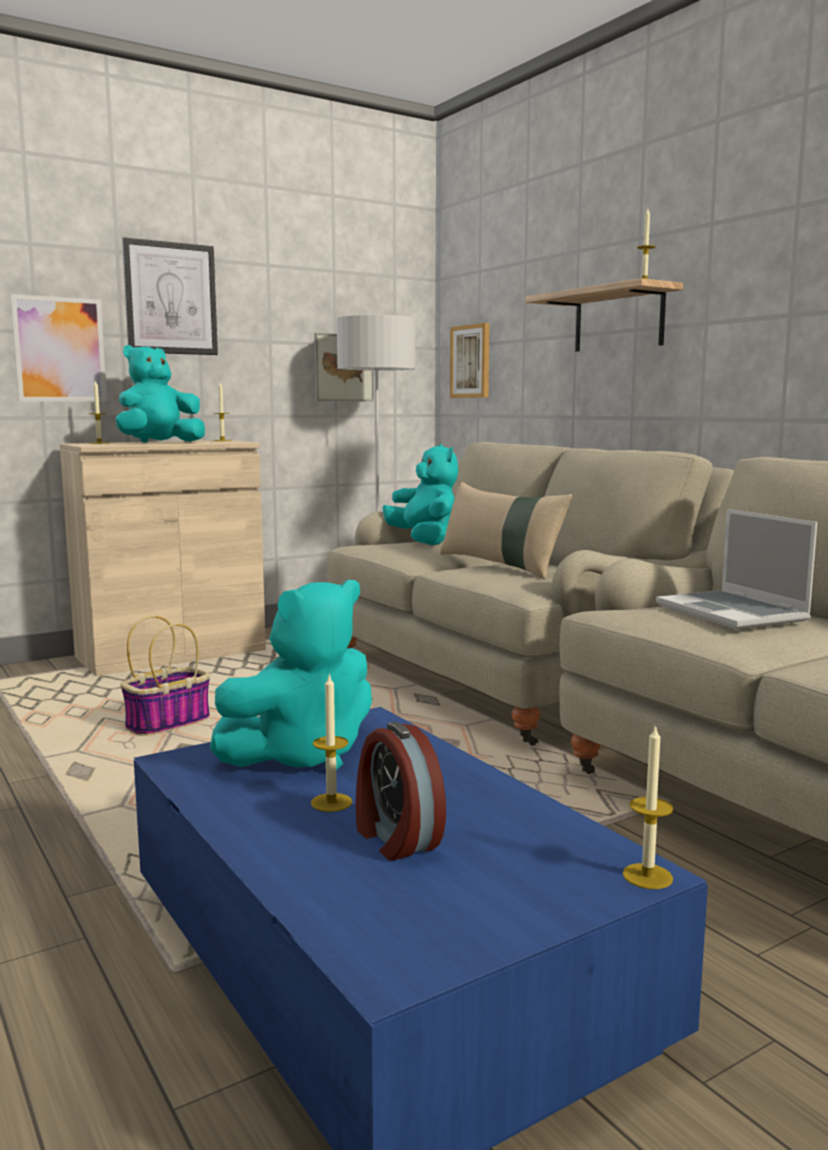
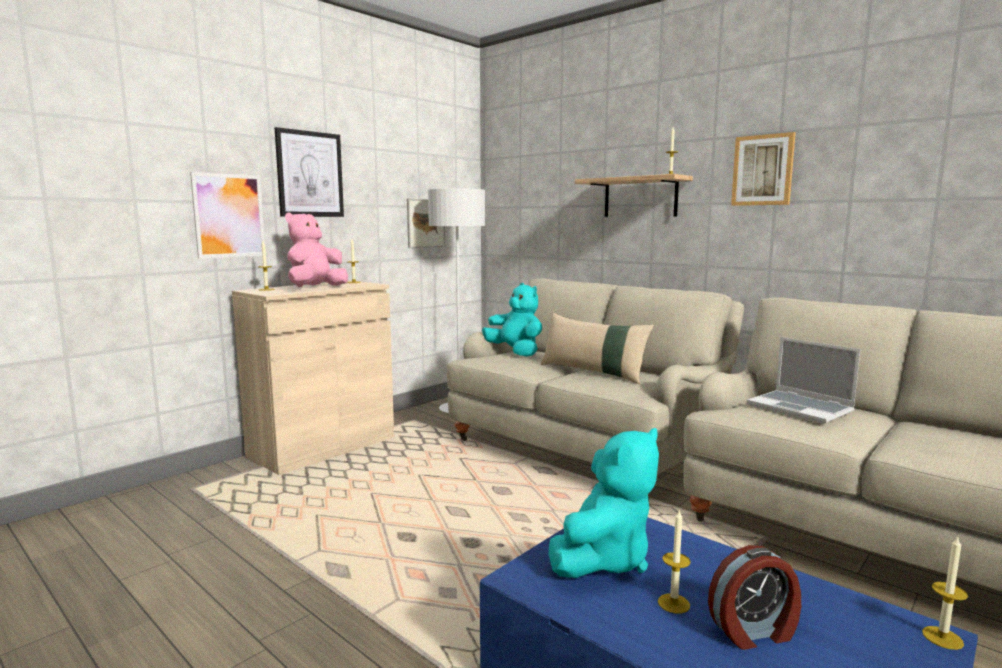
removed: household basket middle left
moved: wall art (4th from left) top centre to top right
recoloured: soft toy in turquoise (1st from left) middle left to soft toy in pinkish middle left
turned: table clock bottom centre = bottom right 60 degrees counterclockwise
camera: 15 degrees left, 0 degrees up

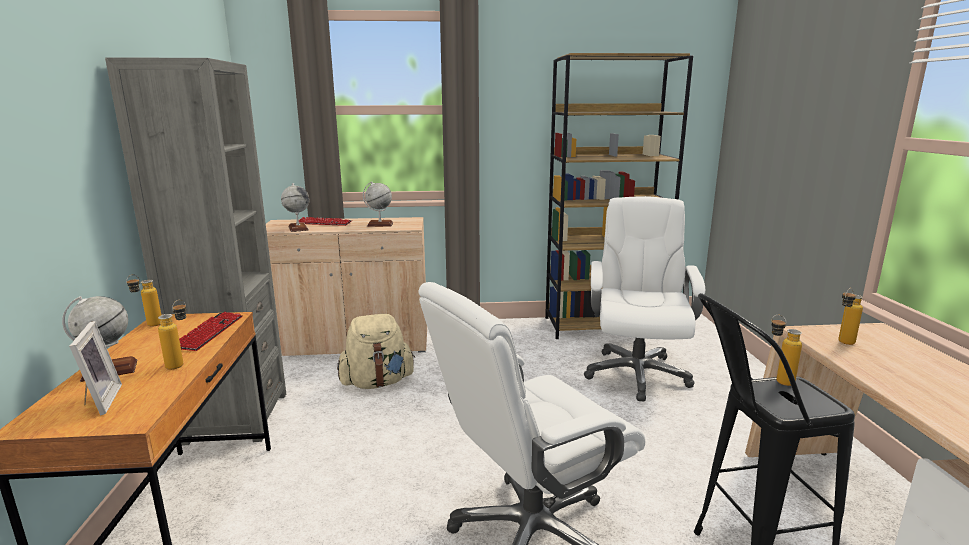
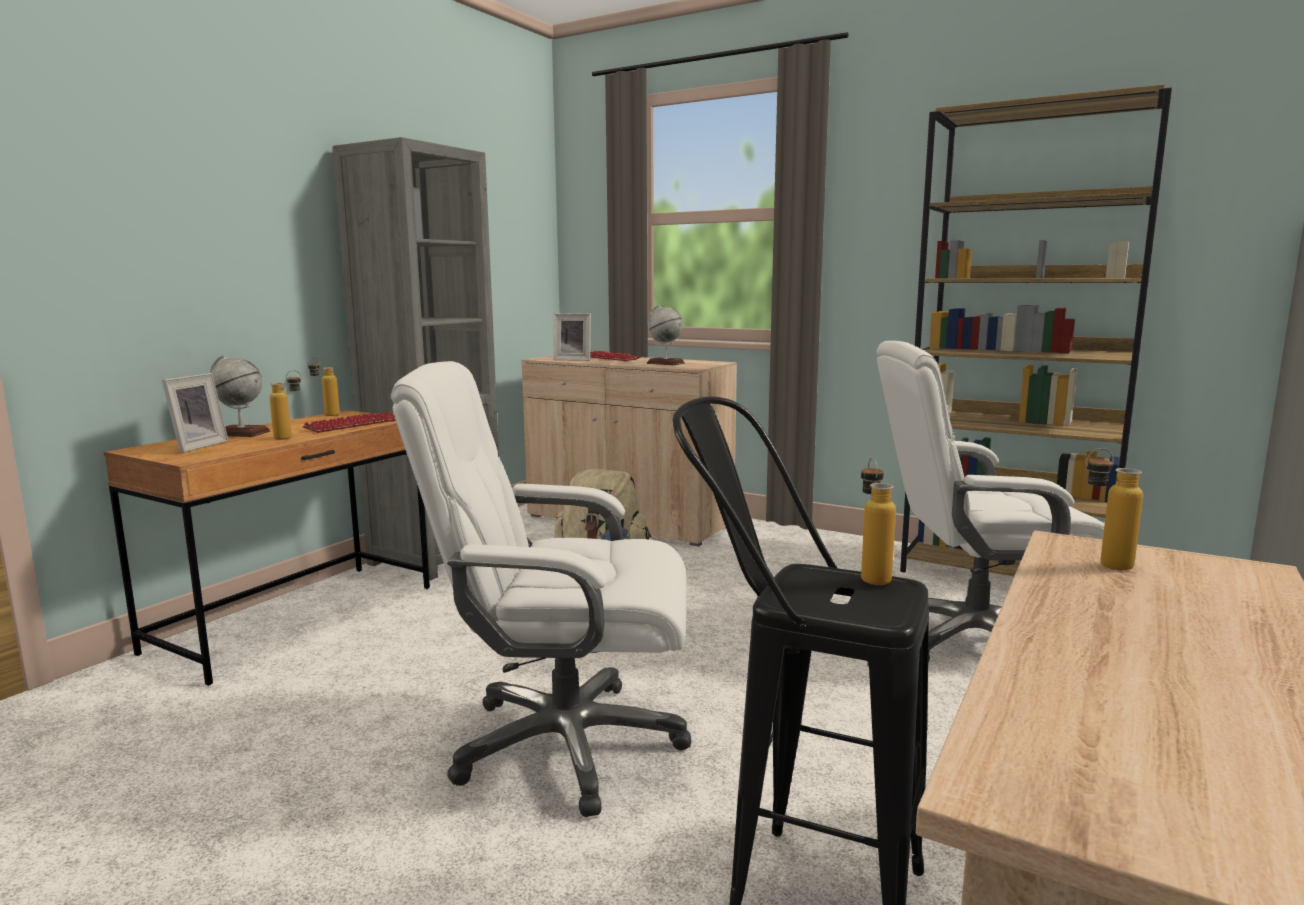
replaced: desk globe (2nd from left) middle left to standing frame (2nd from left) centre
turned: office chair in white (2nd from left) centre = middle right 135 degrees counterclockwise
camera: 35 degrees right, 5 degrees down

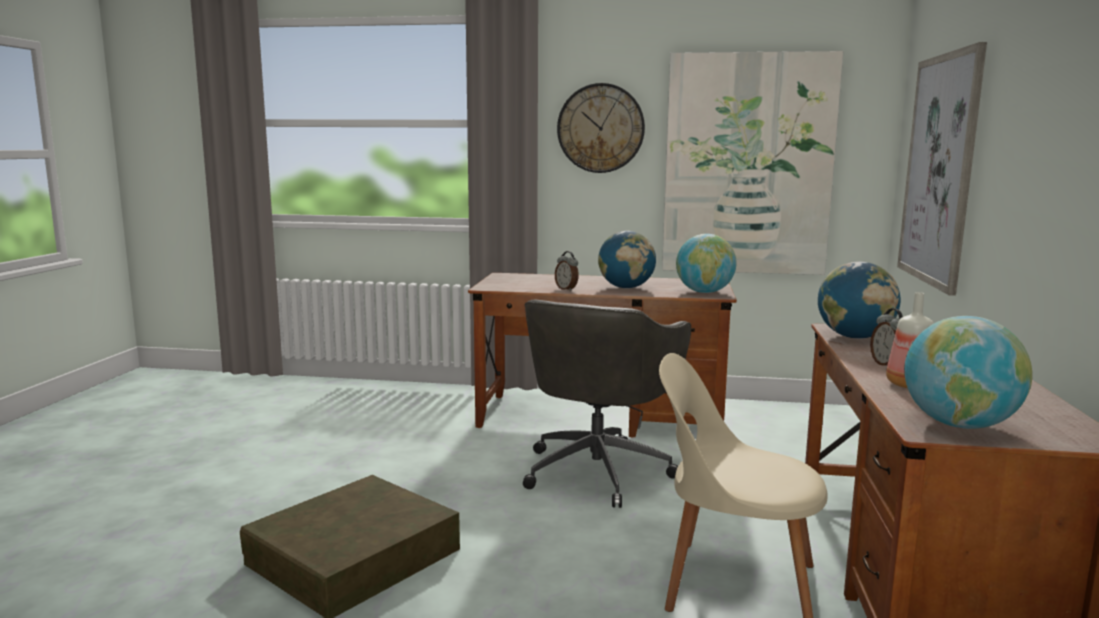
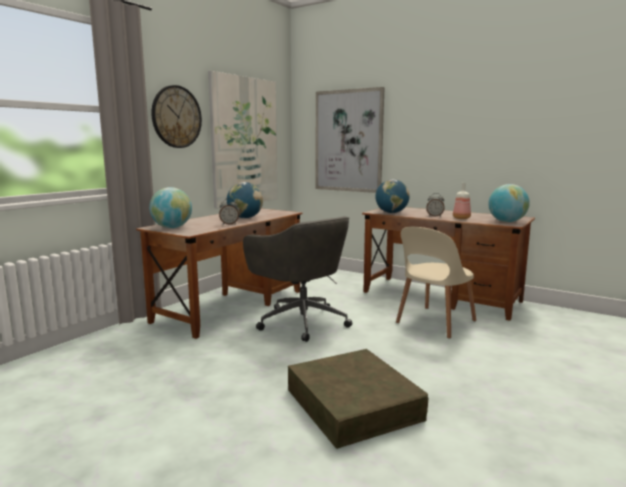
moved: desk globe (2nd from left in the first image) centre to desk globe (1st from left) middle left
camera: 65 degrees left, 0 degrees up

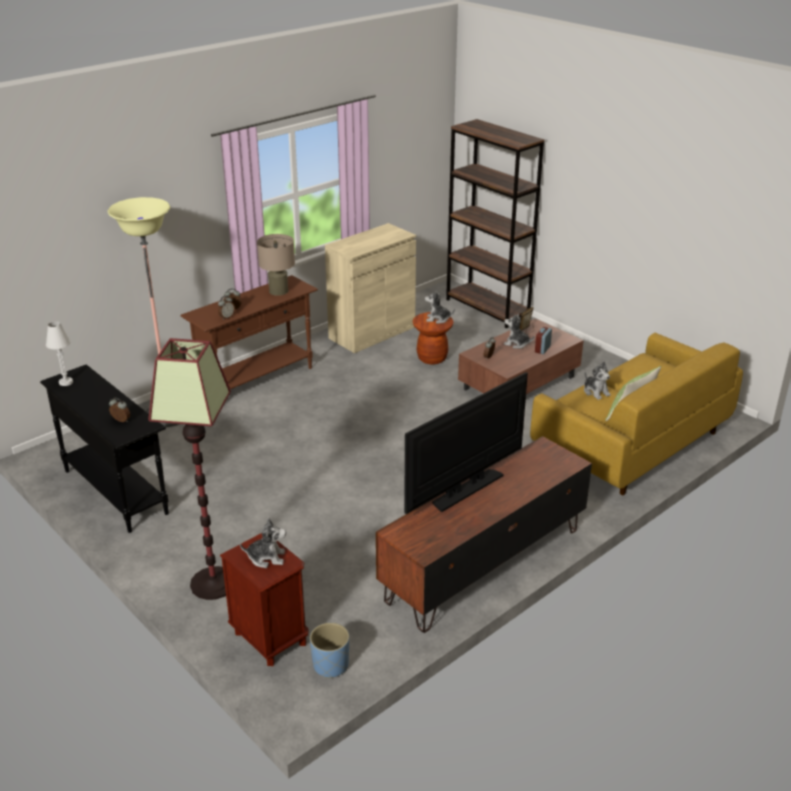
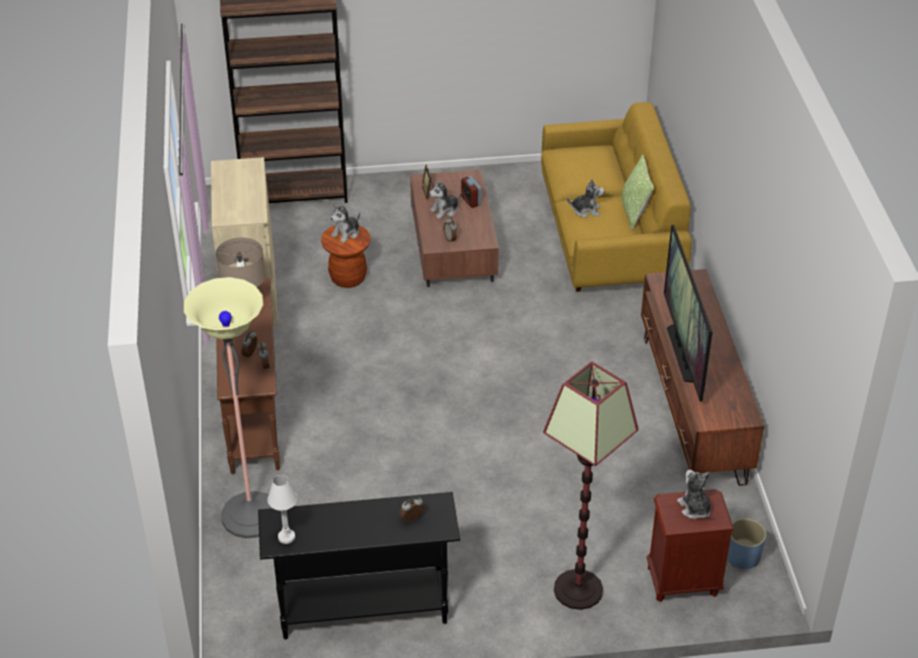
turned: soft toy (1st from left in the first image) bottom left = bottom right 60 degrees counterclockwise
camera: 55 degrees left, 10 degrees up

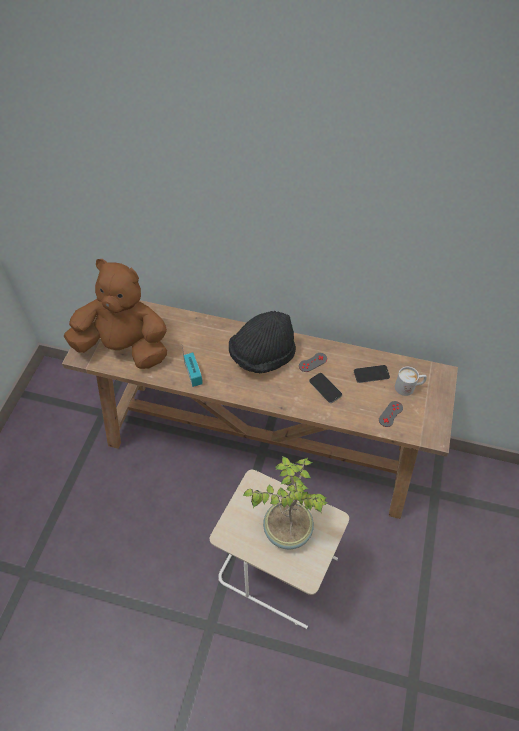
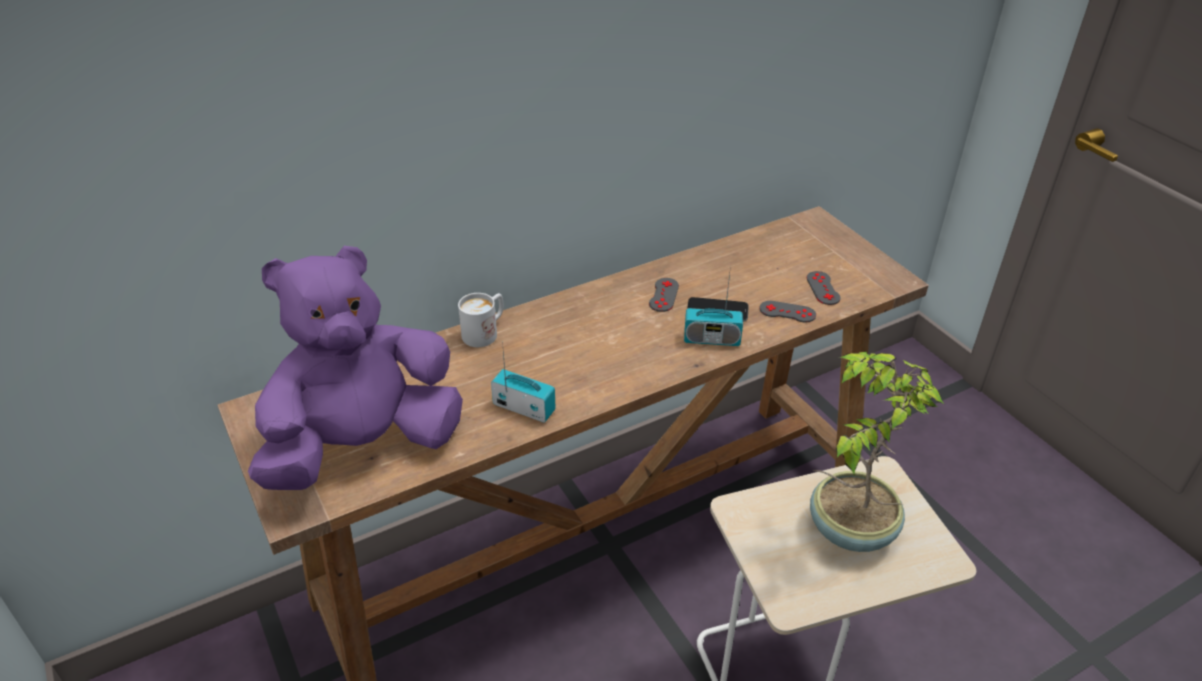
removed: wearable hat in blackish centre; phone (2nd from left) middle right
added: radio (2nd from left) centre; gamepad in grey (2nd from left) centre
moved: mug in white middle right to centre
recoloured: soft toy in brown-coloured middle left to soft toy in purple-coloured middle left
camera: 45 degrees left, 15 degrees down

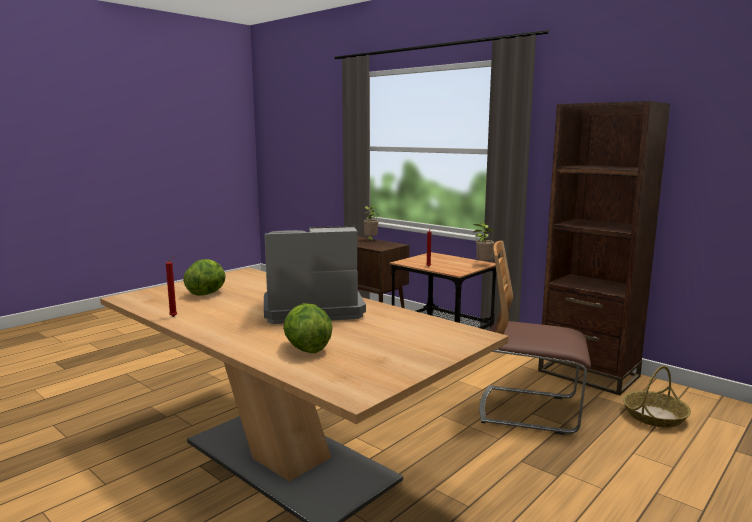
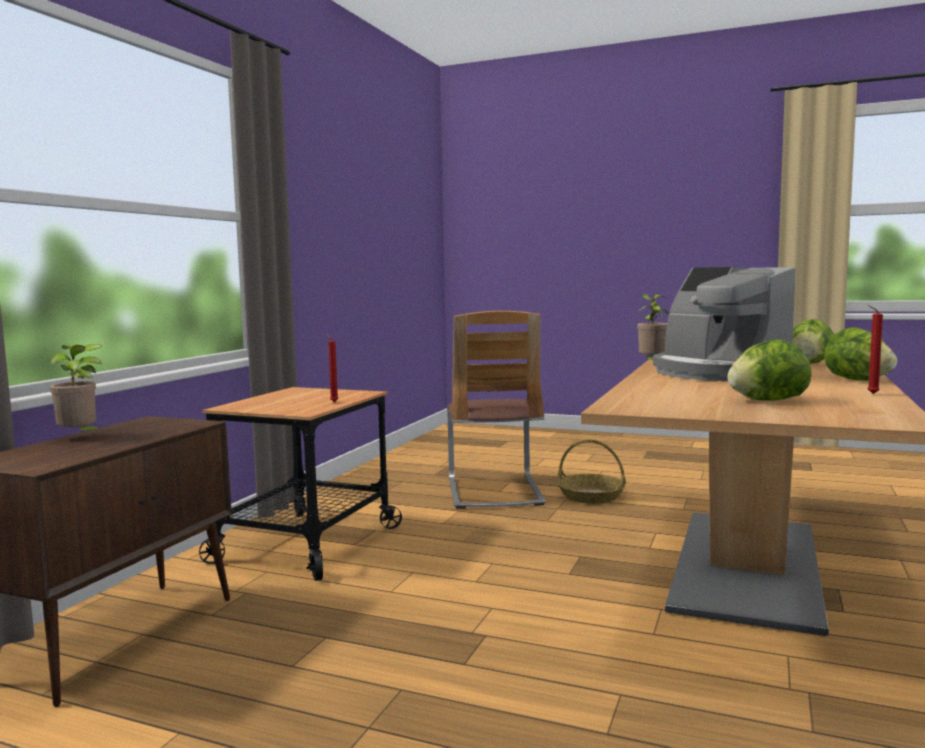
removed: bookshelf in brown-coloured middle right
added: lettuce (3rd from left) middle right
moved: potted plant (2nd from left) centre to middle right; household basket bottom right to centre
camera: 110 degrees left, 5 degrees down

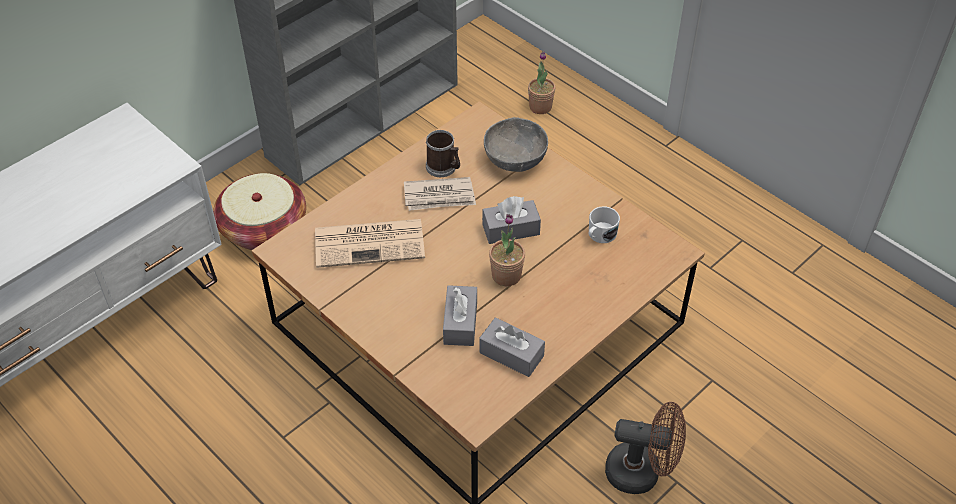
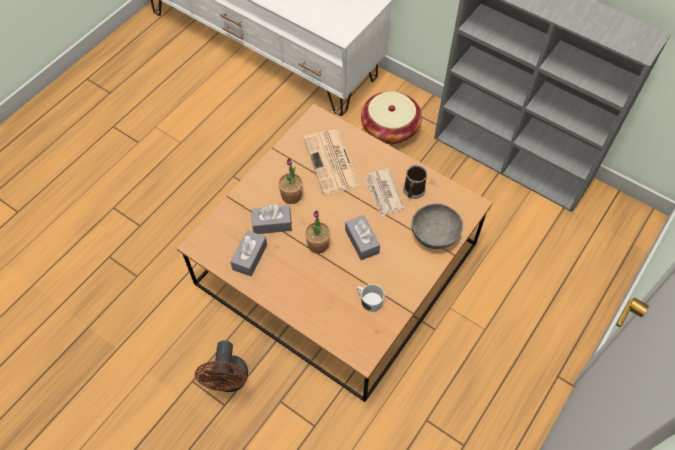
moved: potted plant (2nd from left in the first image) top centre to potted plant (1st from left) centre
camera: 80 degrees right, 10 degrees up

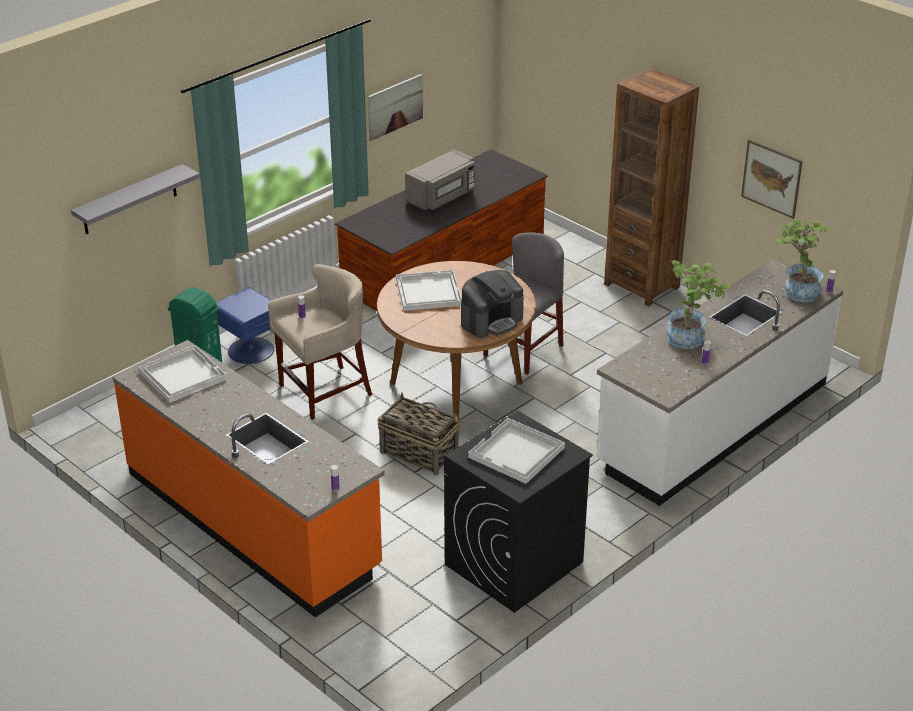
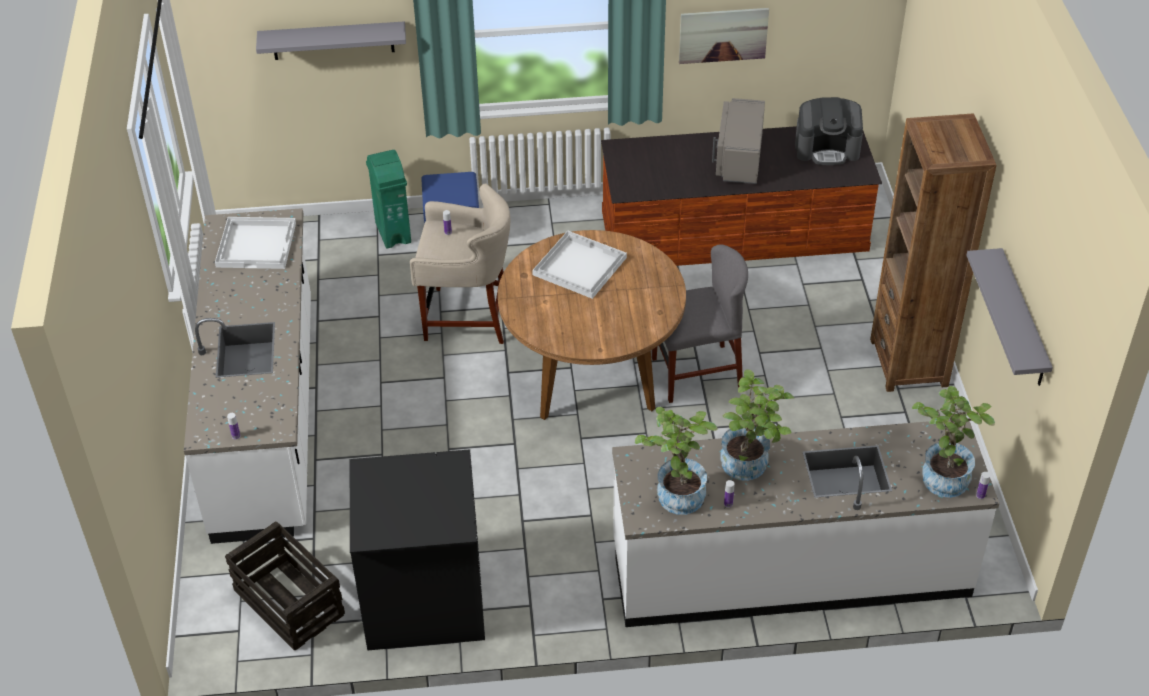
removed: household basket centre; tray in white (3rd from left) centre
added: crate bottom left; potted plant (1st from left) centre
moved: coffee machine centre to top right
replaced: wall art (2nd from left) top right to shelf in grey (2nd from left) middle right
recoloured: kitchen base unit in orangey bottom left to kitchen base unit in white (1st from left) middle left
turned: kitchen microwave in grey top centre = top centre 105 degrees clockwise
camera: 40 degrees right, 10 degrees up

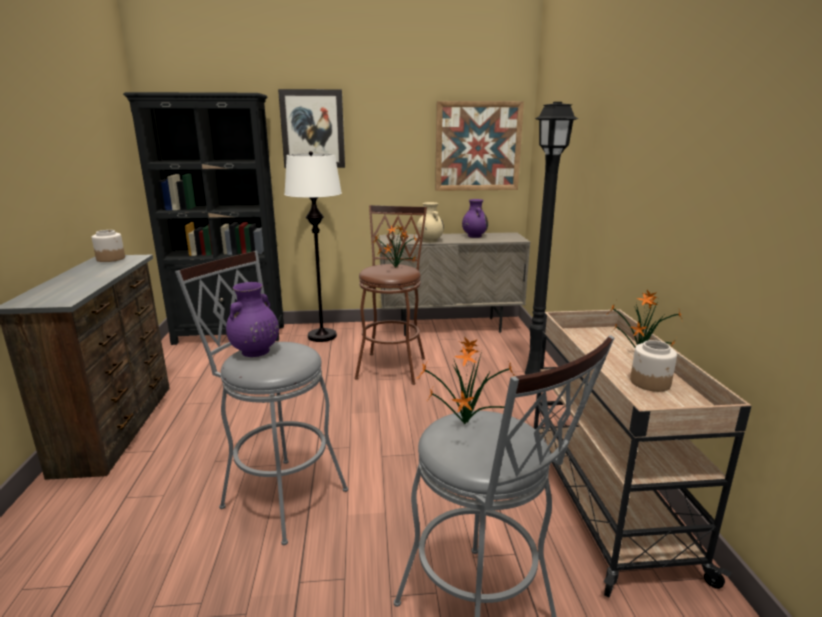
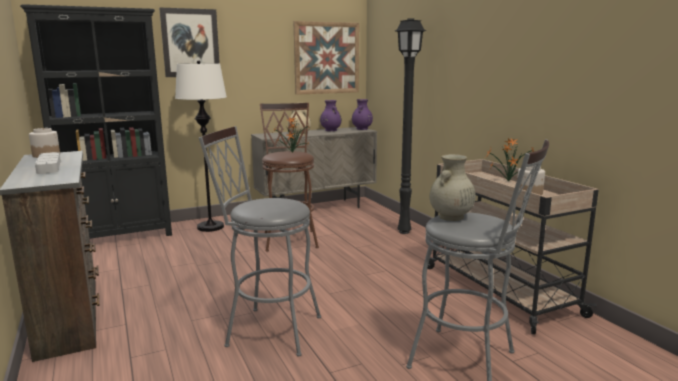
added: tray in grey middle left
moved: vase in purple-coloured (1st from left in the first image) middle left to vase in purple-coloured (2nd from left) top centre
replaced: potted plant (2nd from left) centre to vase in beige-coloured (2nd from left) middle right
camera: 20 degrees left, 5 degrees down

